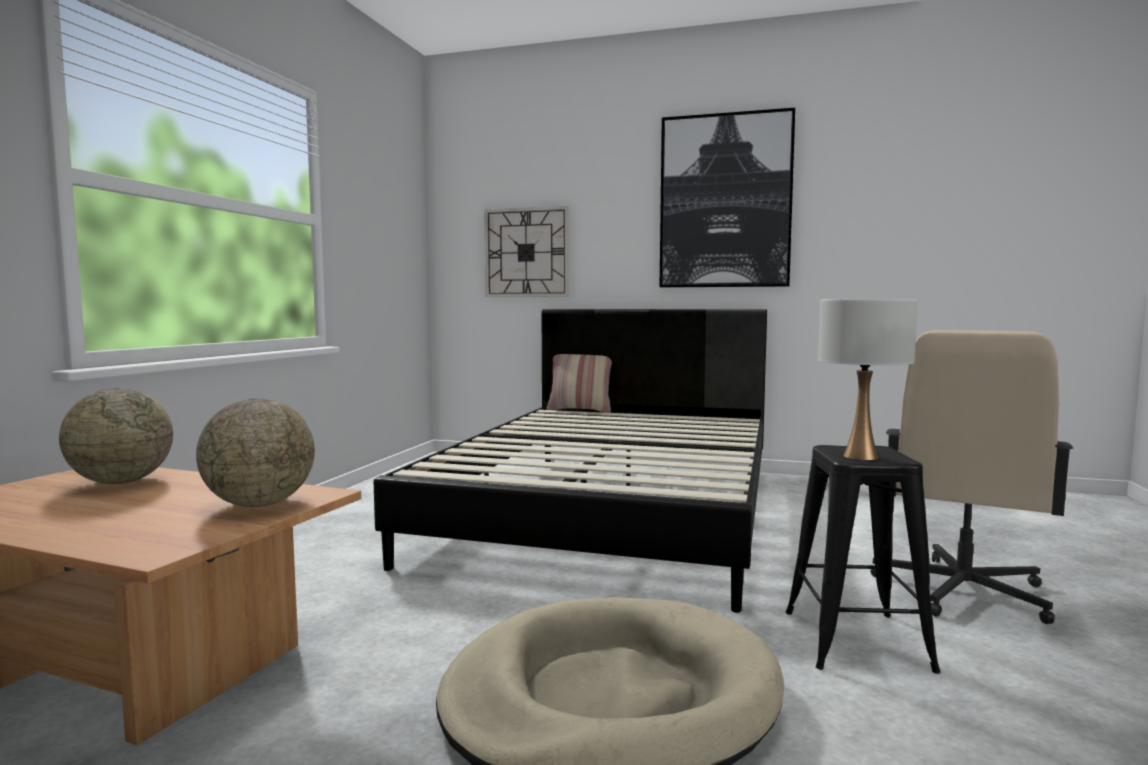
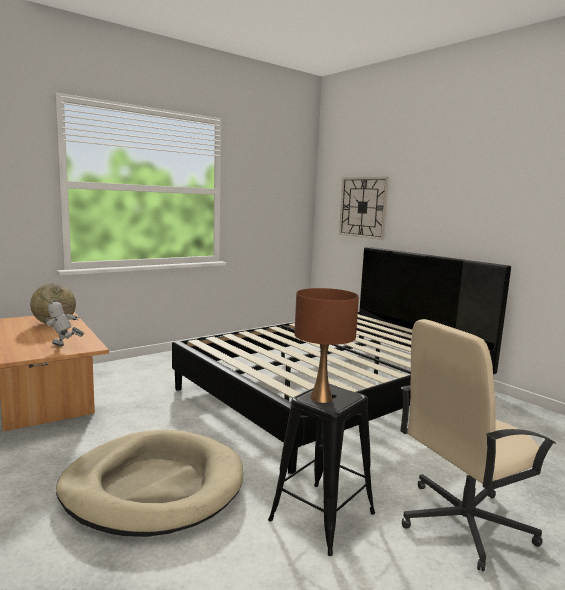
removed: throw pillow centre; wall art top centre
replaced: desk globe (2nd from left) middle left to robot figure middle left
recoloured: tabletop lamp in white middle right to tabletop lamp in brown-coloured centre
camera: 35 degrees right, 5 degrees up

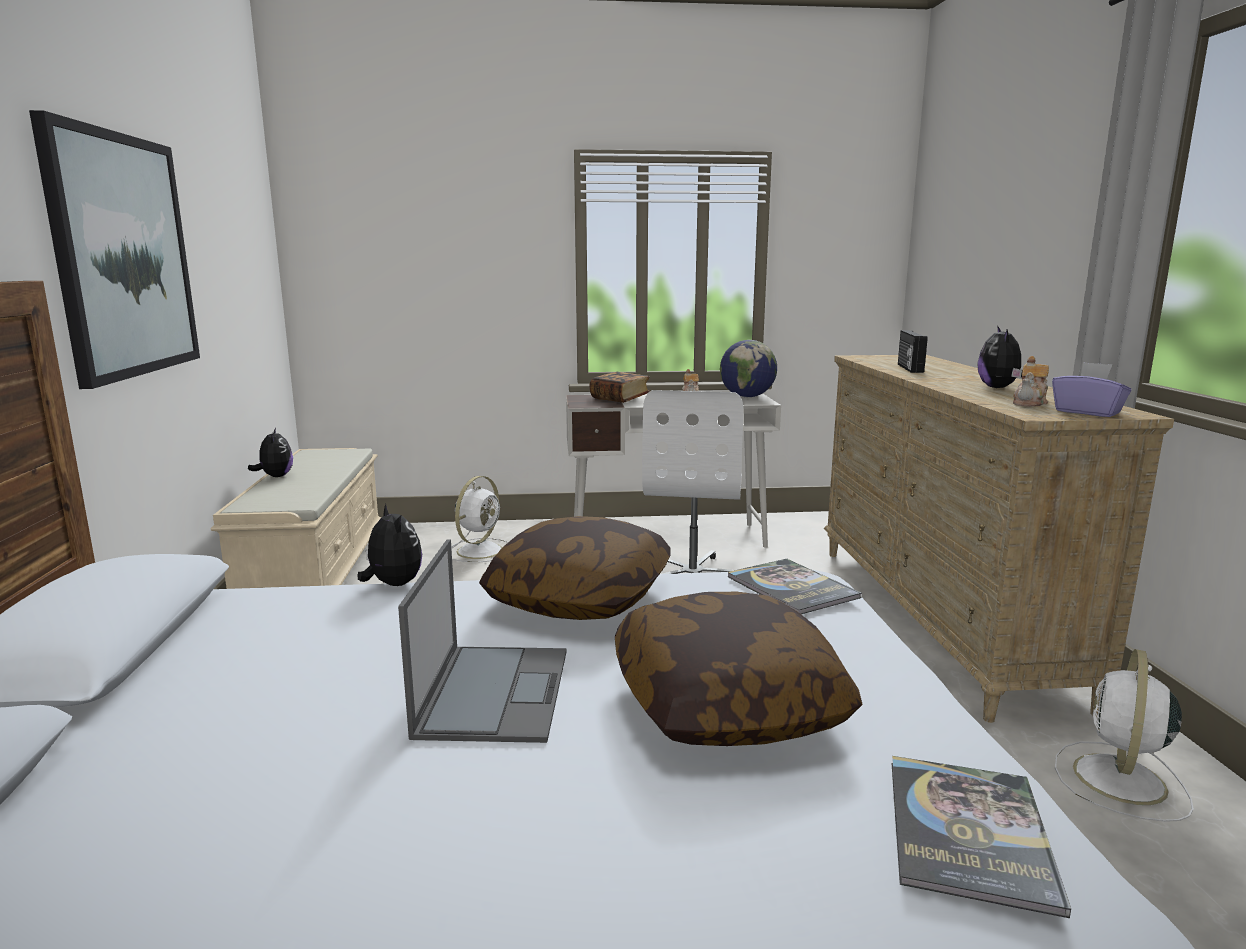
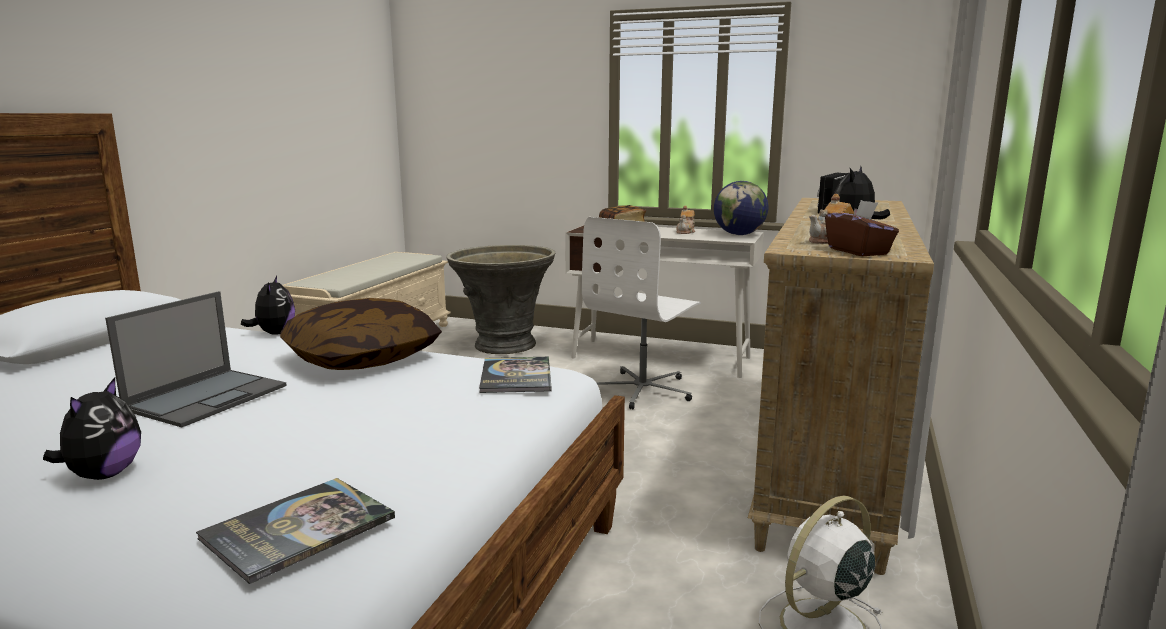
removed: wall art top left; throw pillow (2nd from left) bottom centre
moved: soft toy (1st from left) middle left to bottom left
replaced: electric fan in white (1st from left) centre to flower pot in grey centre
recoloured: box of tissues in purple-coloured middle right to box of tissues in brown-coloured middle right
camera: 25 degrees right, 0 degrees up

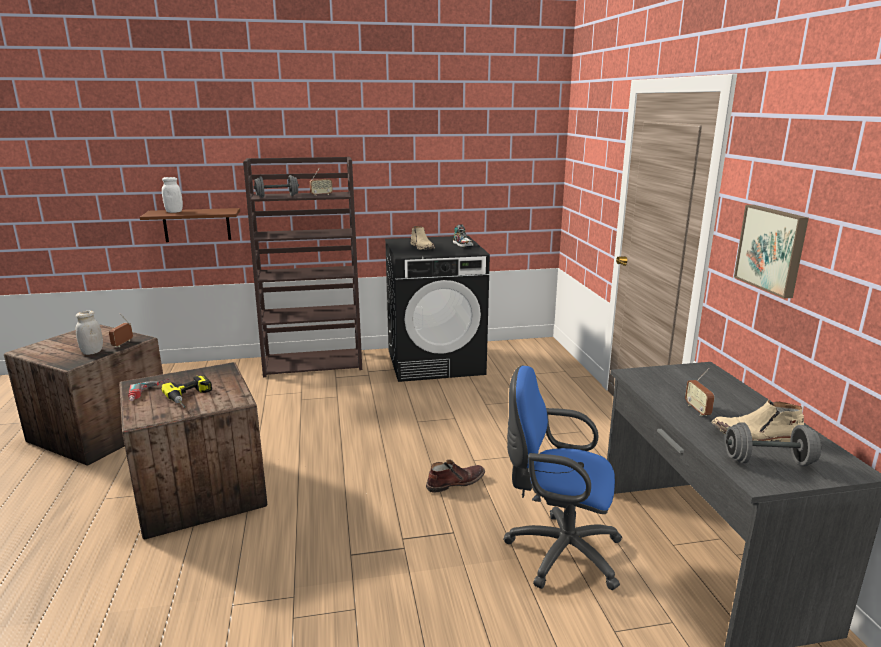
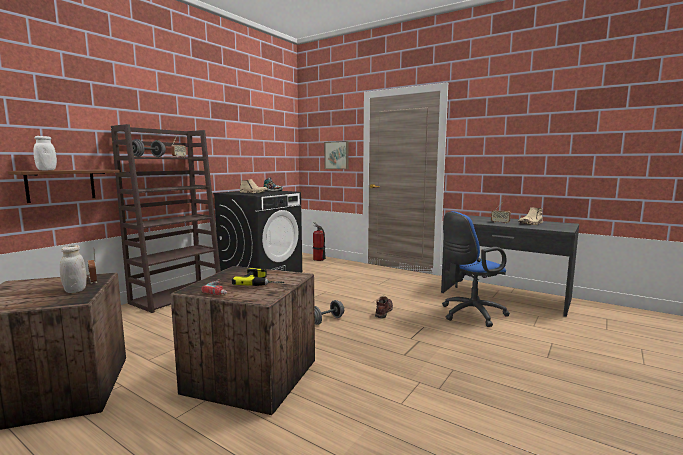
added: extinguisher centre
moved: hand weight in grey (2nd from left) bottom right to bottom centre; wall art middle right to centre
camera: 45 degrees left, 10 degrees down

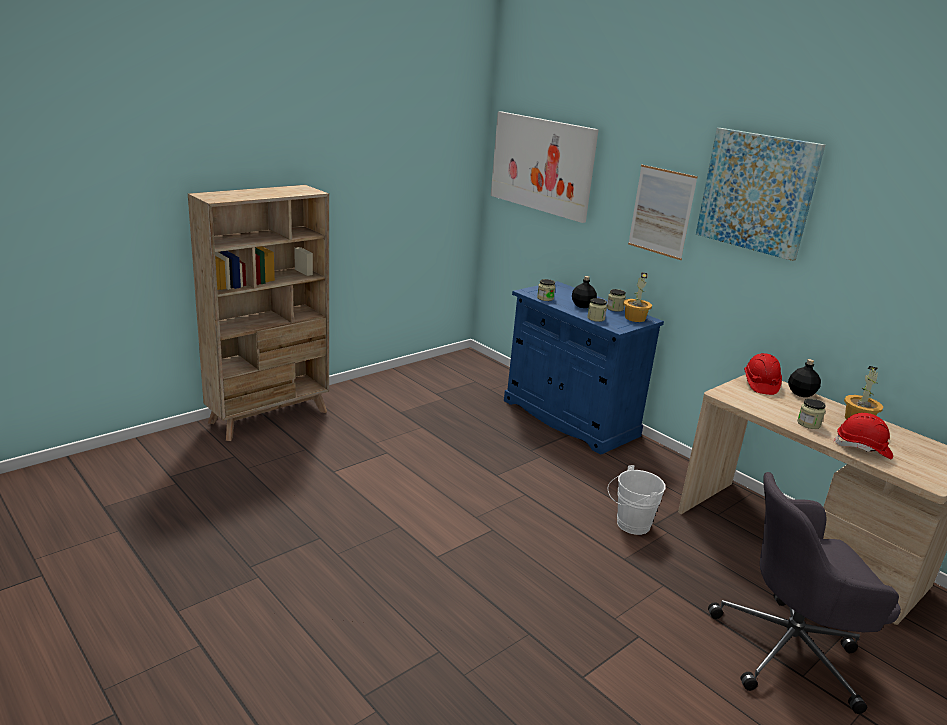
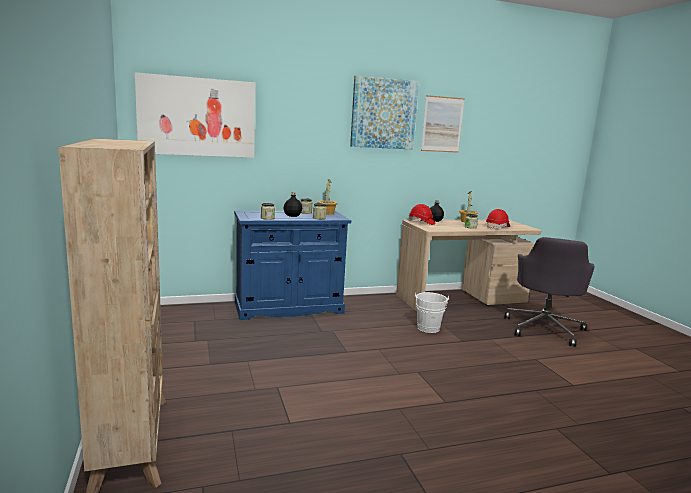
moved: wall art (2nd from left in the first image) top right to wall art (3rd from left) top centre
camera: 65 degrees left, 10 degrees down

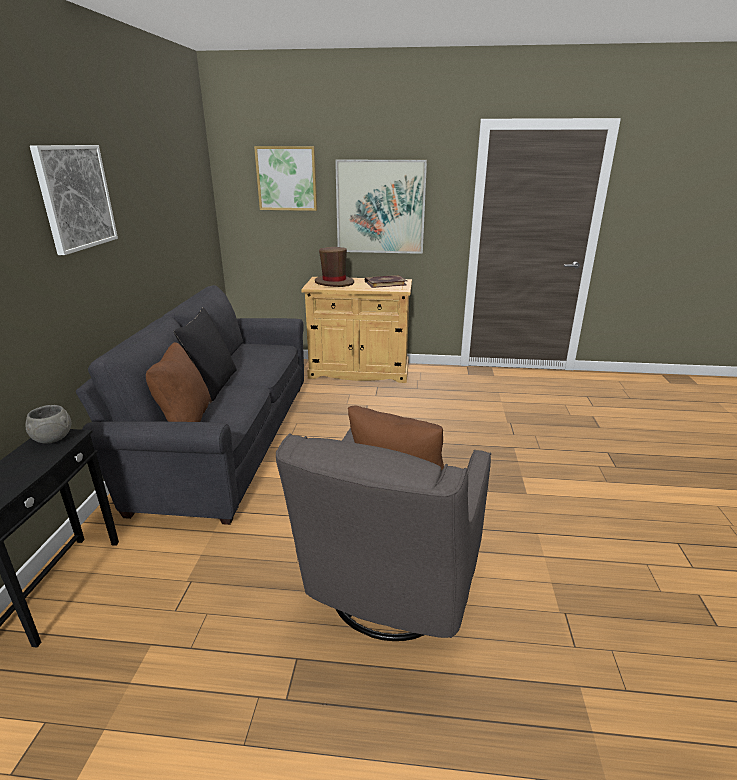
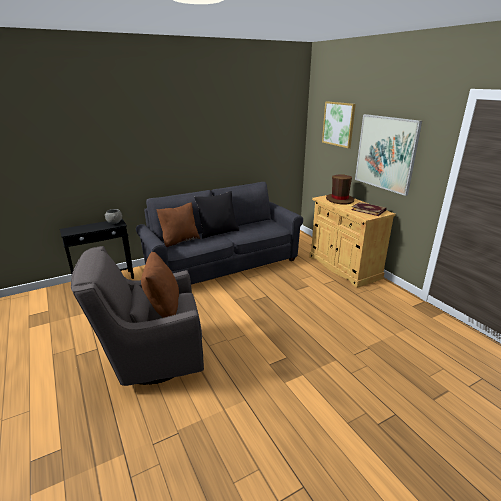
removed: wall art (1st from left) top left
camera: 55 degrees right, 0 degrees up

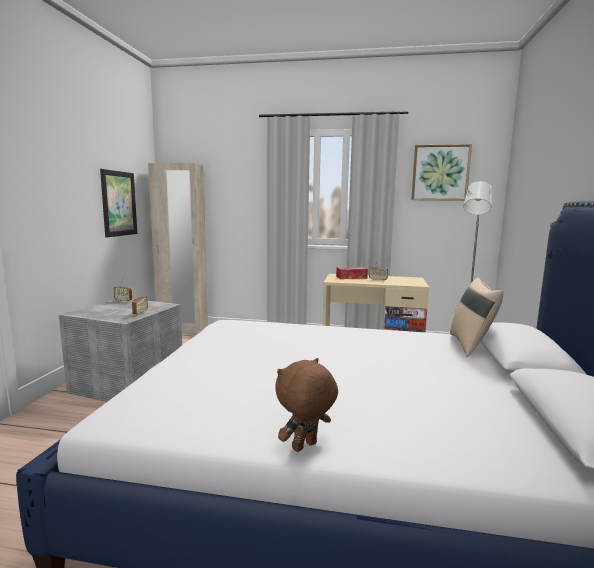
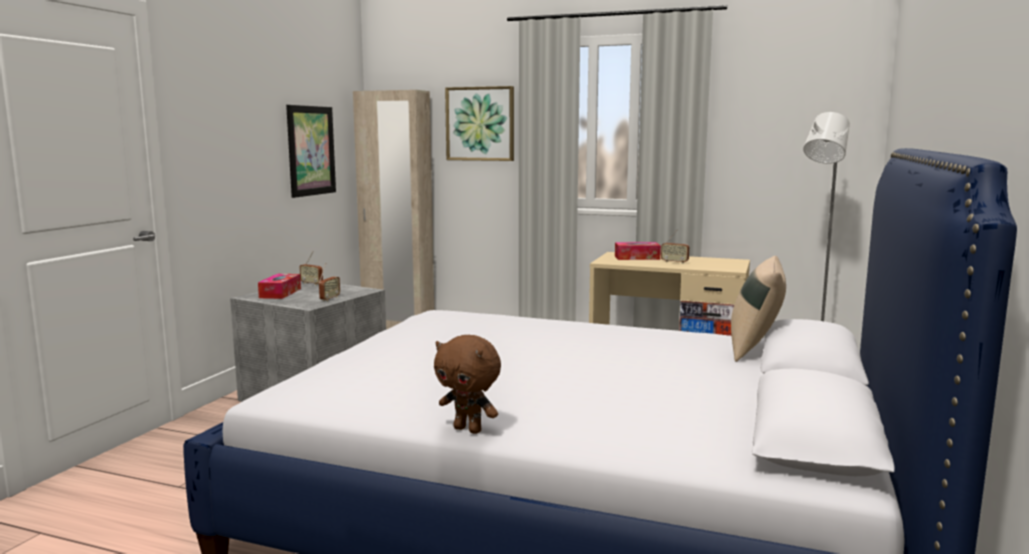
added: box of tissues (1st from left) middle left
moved: wall art (2nd from left) top right to top centre
turned: soft toy in brown-coloured bottom centre = bottom centre 120 degrees counterclockwise
camera: 10 degrees right, 0 degrees up

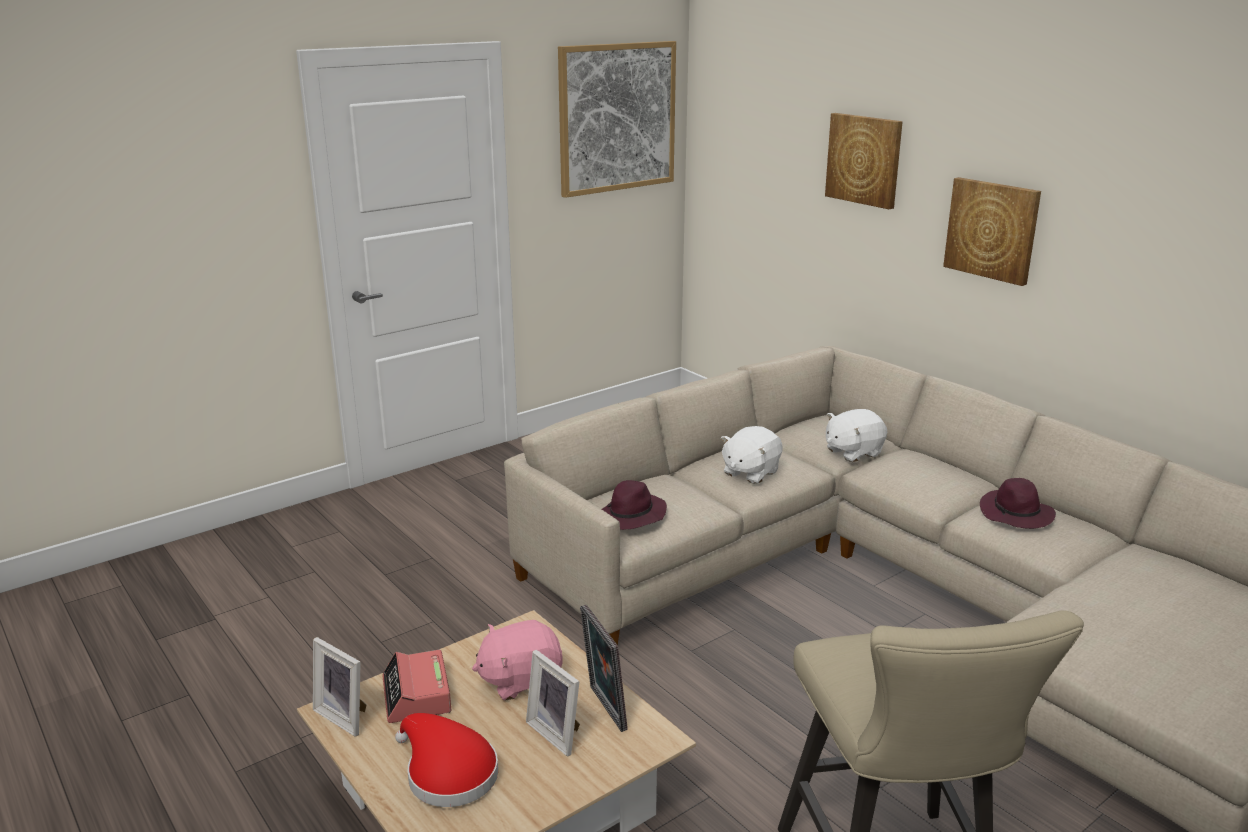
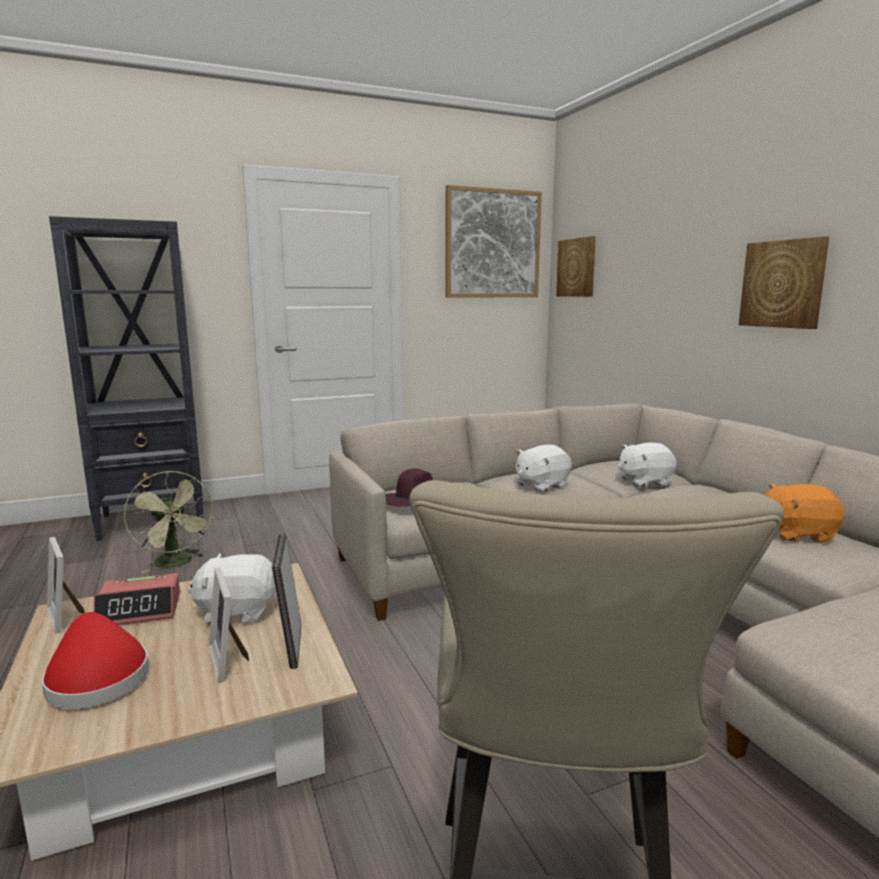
added: bookshelf in blackish middle left; electric fan in green middle left
moved: wall art (2nd from left) top right to top centre
replaced: wearable hat in purple-coloured (2nd from left) middle right to soft toy in orangey middle right
recoloured: soft toy in pinkish bottom centre to soft toy in white (1st from left) bottom left
turned: table clock bottom centre = bottom left 105 degrees counterclockwise
camera: 15 degrees right, 10 degrees down

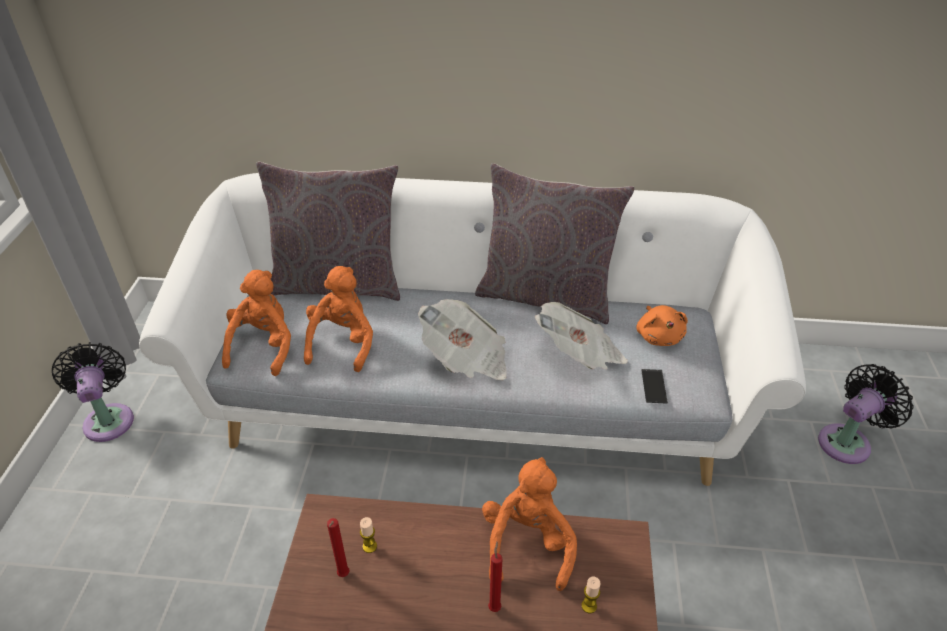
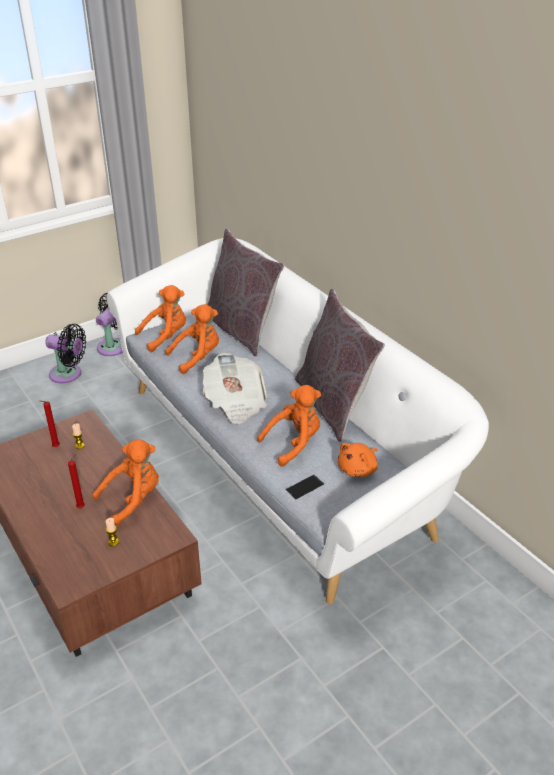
moved: electric fan in blackish (2nd from left in the first image) middle right to electric fan in blackish (1st from left) middle left
replaced: daily paper (2nd from left) centre to soft toy in orangey (4th from left) centre
camera: 50 degrees right, 5 degrees down

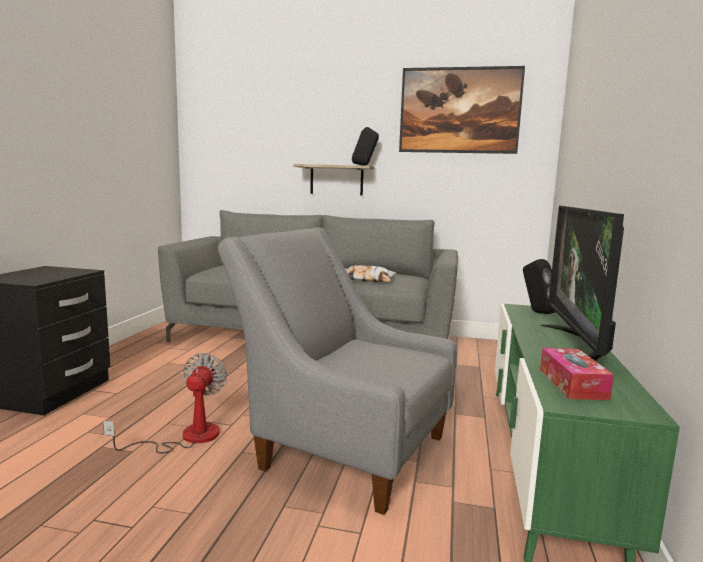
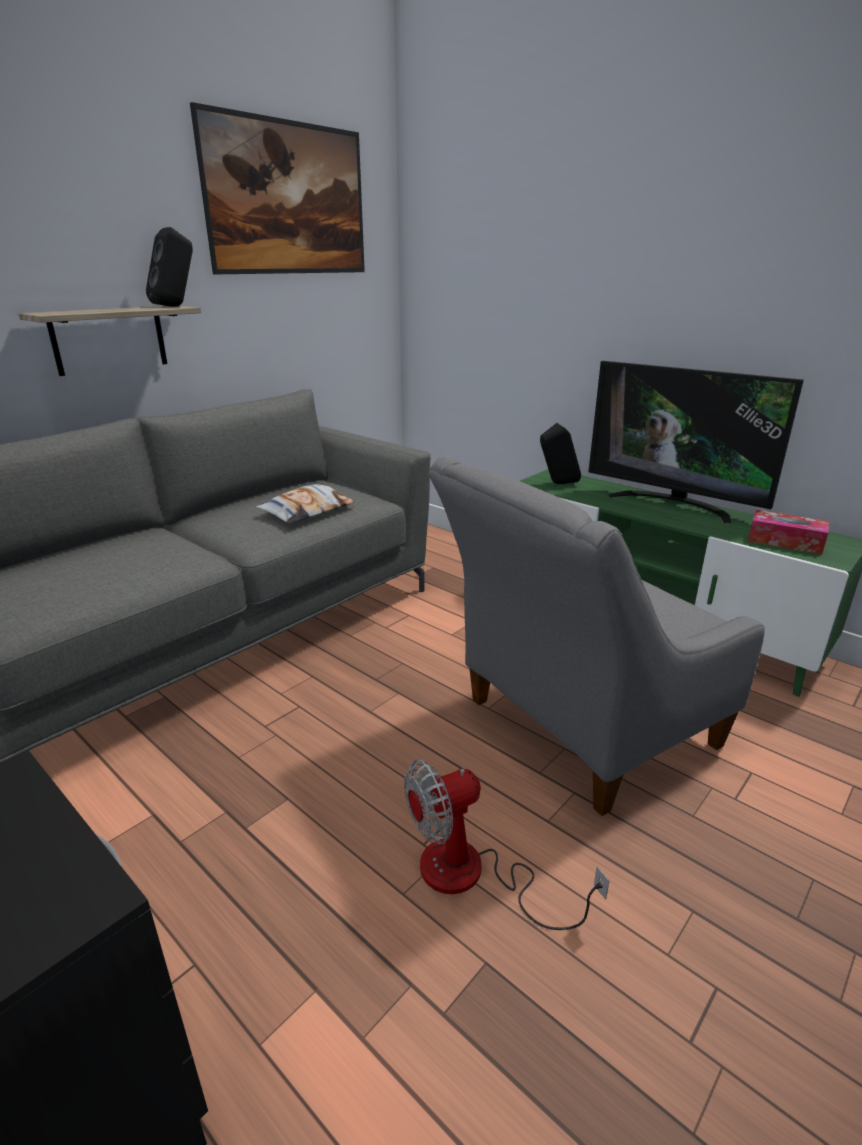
turned: electric fan bottom left = bottom centre 60 degrees counterclockwise
camera: 60 degrees left, 15 degrees up

